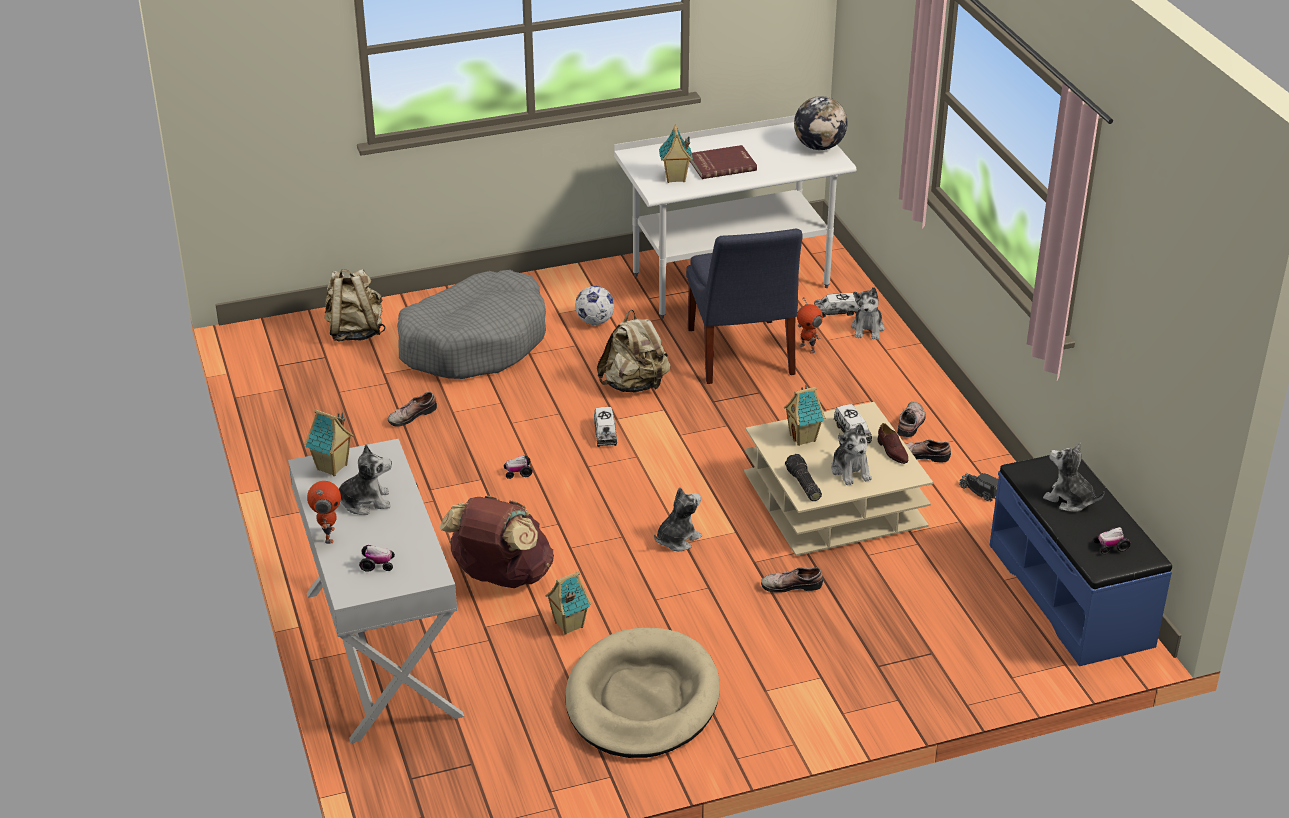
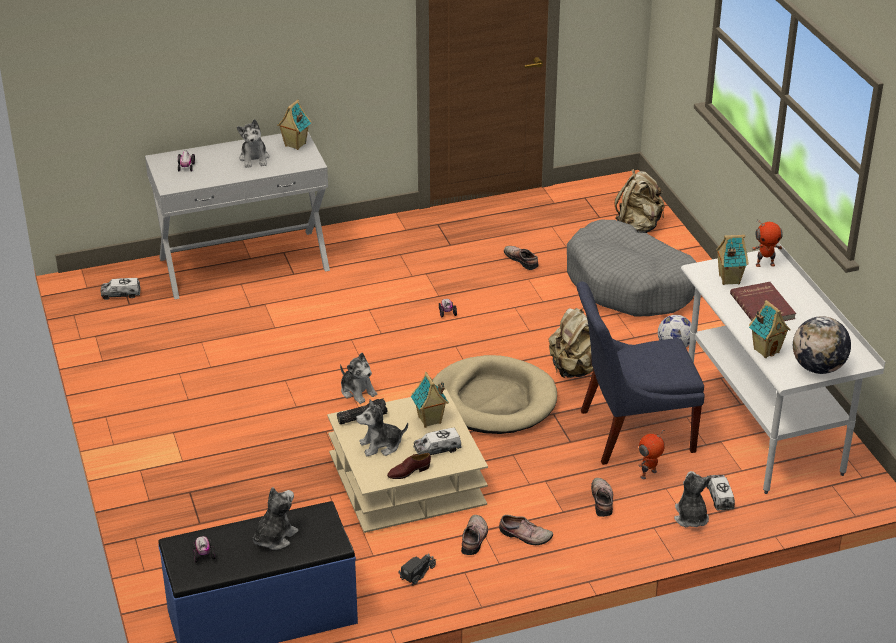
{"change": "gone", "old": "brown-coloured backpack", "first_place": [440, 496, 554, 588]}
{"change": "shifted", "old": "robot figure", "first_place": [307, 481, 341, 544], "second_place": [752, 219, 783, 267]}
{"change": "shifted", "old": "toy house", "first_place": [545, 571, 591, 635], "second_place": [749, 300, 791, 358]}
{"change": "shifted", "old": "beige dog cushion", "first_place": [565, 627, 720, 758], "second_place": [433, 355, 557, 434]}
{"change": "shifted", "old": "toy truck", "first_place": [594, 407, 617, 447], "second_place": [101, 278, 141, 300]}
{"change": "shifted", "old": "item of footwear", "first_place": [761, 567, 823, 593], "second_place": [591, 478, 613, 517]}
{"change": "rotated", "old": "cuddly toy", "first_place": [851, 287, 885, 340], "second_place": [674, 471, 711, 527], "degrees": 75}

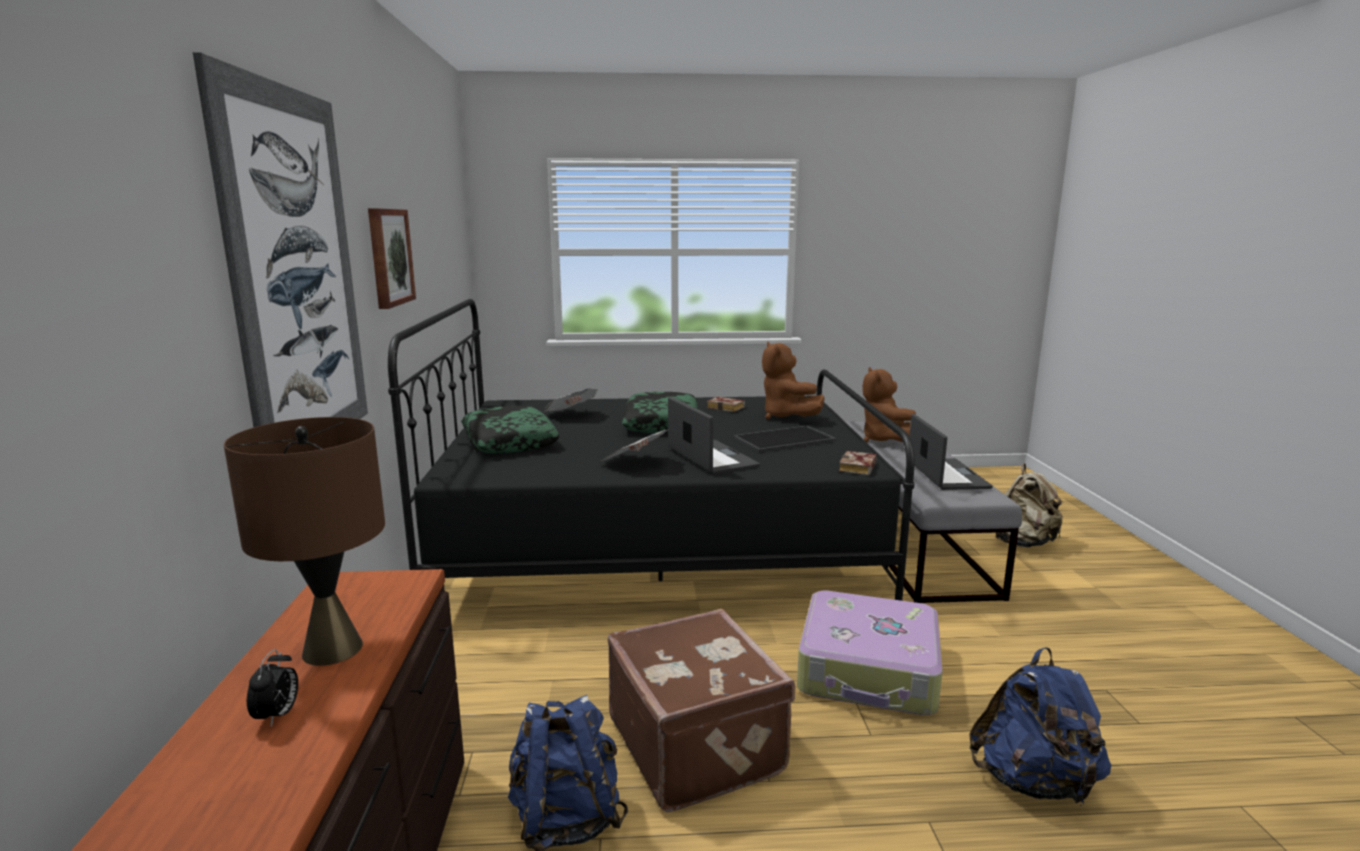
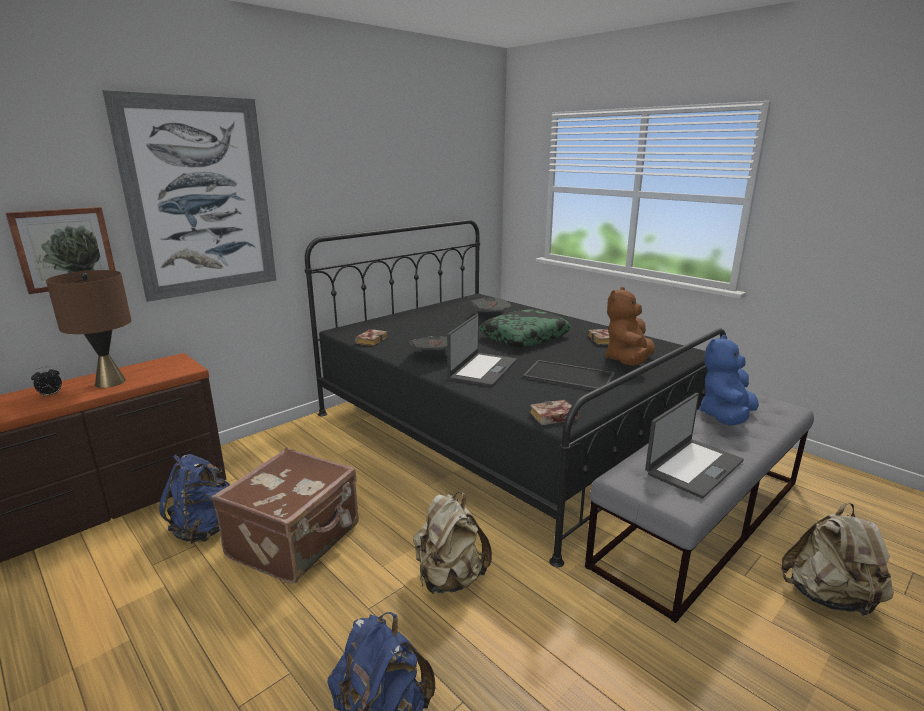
{"change": "gone", "old": "cushion", "first_place": [461, 406, 560, 453]}
{"change": "new", "new": "volume", "second_place": [355, 329, 388, 346]}
{"change": "shifted", "old": "picture", "first_place": [368, 208, 416, 309], "second_place": [6, 207, 116, 294]}
{"change": "swapped", "old": "travel case", "new": "beige backpack", "first_place": [797, 590, 943, 715], "second_place": [413, 492, 492, 594]}
{"change": "repainted", "old": "brown-coloured cuddly toy", "new": "blue cuddly toy", "first_place": [863, 367, 916, 443], "second_place": [699, 335, 759, 426]}

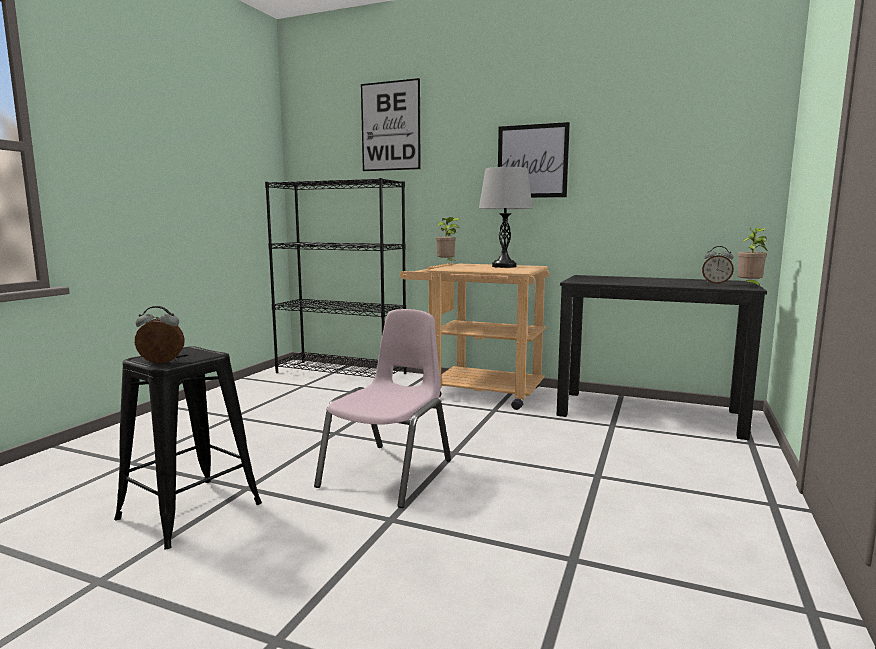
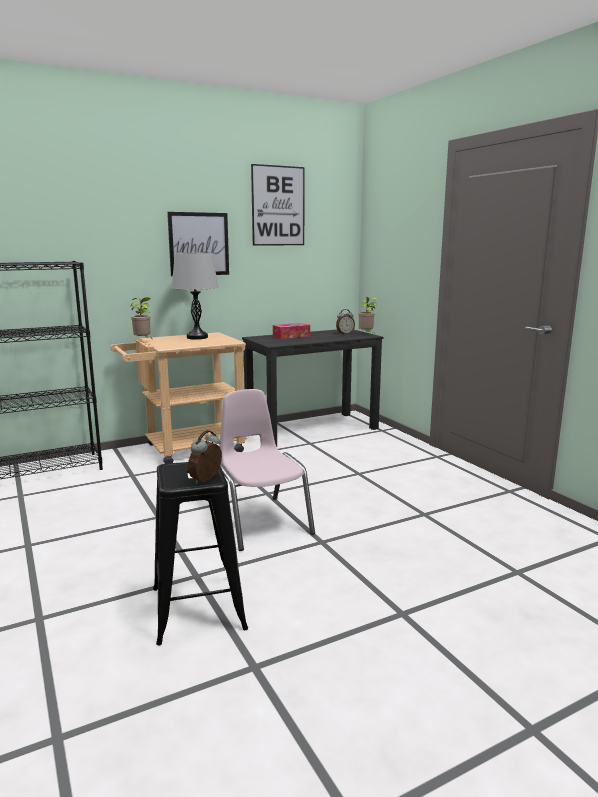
{"change": "new", "new": "box of tissues", "second_place": [273, 323, 310, 339]}
{"change": "shifted", "old": "picture", "first_place": [361, 78, 421, 171], "second_place": [251, 164, 305, 246]}

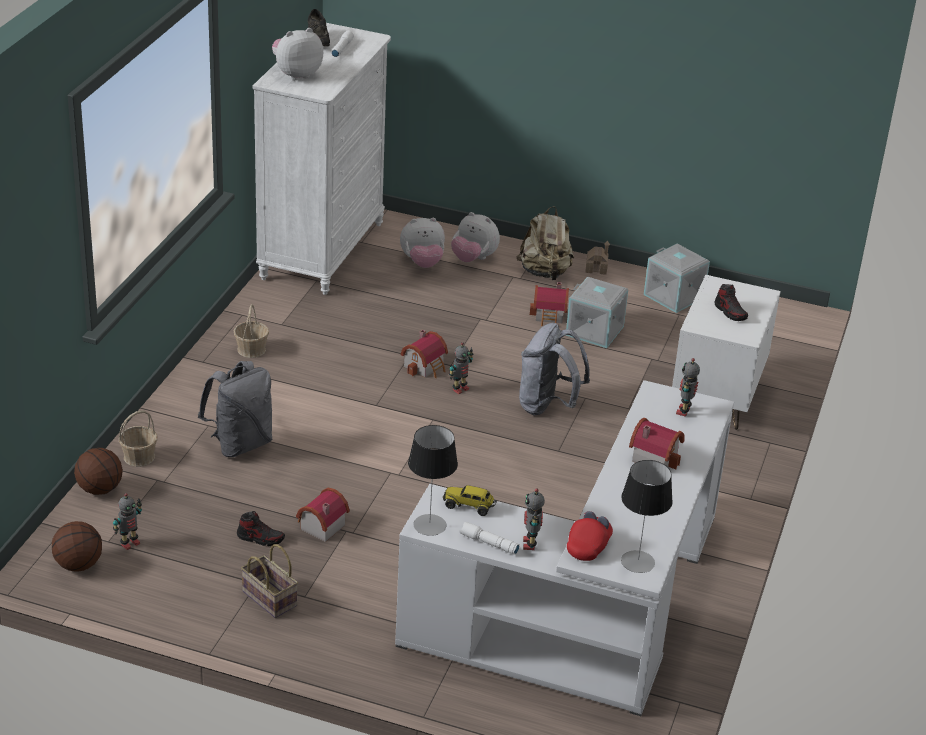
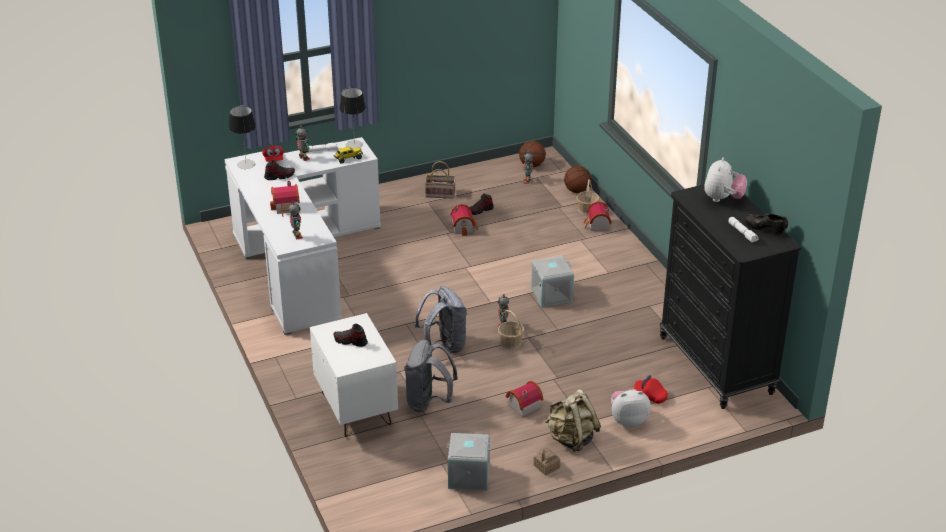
{"change": "new", "new": "item of footwear", "second_place": [264, 160, 295, 180]}
{"change": "shifted", "old": "gray backpack", "first_place": [198, 361, 272, 457], "second_place": [404, 340, 458, 412]}
{"change": "shifted", "old": "basket", "first_place": [234, 304, 269, 358], "second_place": [498, 310, 524, 349]}
{"change": "shifted", "old": "toy house", "first_place": [400, 329, 448, 378], "second_place": [583, 201, 612, 231]}
{"change": "shifted", "old": "gray storage box", "first_place": [566, 277, 628, 348], "second_place": [531, 256, 574, 307]}
{"change": "swapped", "old": "cuddly toy", "new": "red cap", "first_place": [400, 218, 445, 268], "second_place": [634, 375, 668, 404]}
{"change": "repainted", "old": "white chest of drawers", "new": "blackish chest of drawers", "first_place": [252, 23, 391, 295], "second_place": [660, 184, 801, 409]}

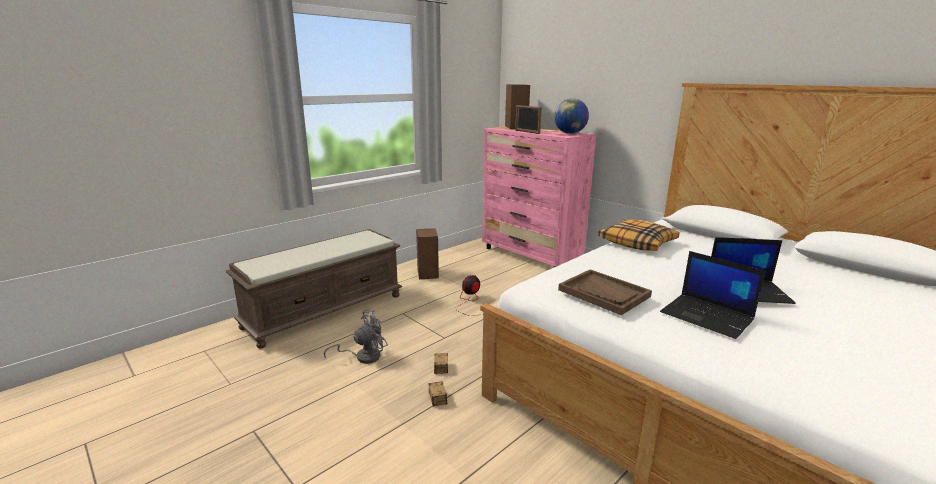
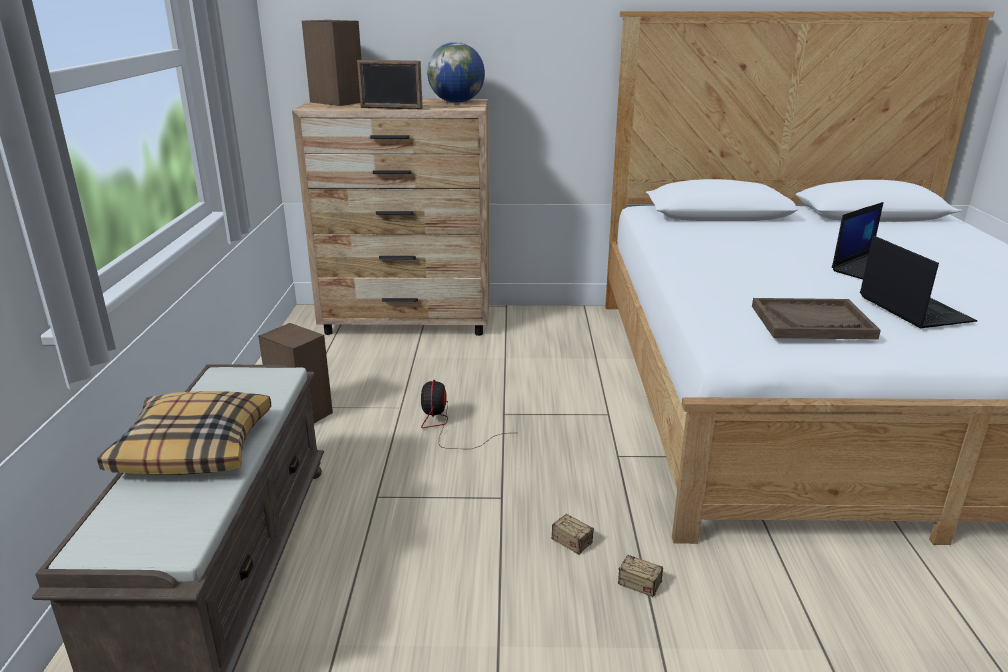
{"change": "gone", "old": "gray fan", "first_place": [324, 310, 388, 364]}
{"change": "shifted", "old": "cushion", "first_place": [598, 219, 679, 251], "second_place": [97, 391, 271, 475]}
{"change": "repainted", "old": "pink-coloured chest of drawers", "new": "brown-coloured chest of drawers", "first_place": [482, 126, 596, 267], "second_place": [292, 99, 490, 336]}
{"change": "rotated", "old": "portable computer", "first_place": [660, 251, 766, 339], "second_place": [860, 236, 977, 328], "degrees": -105}

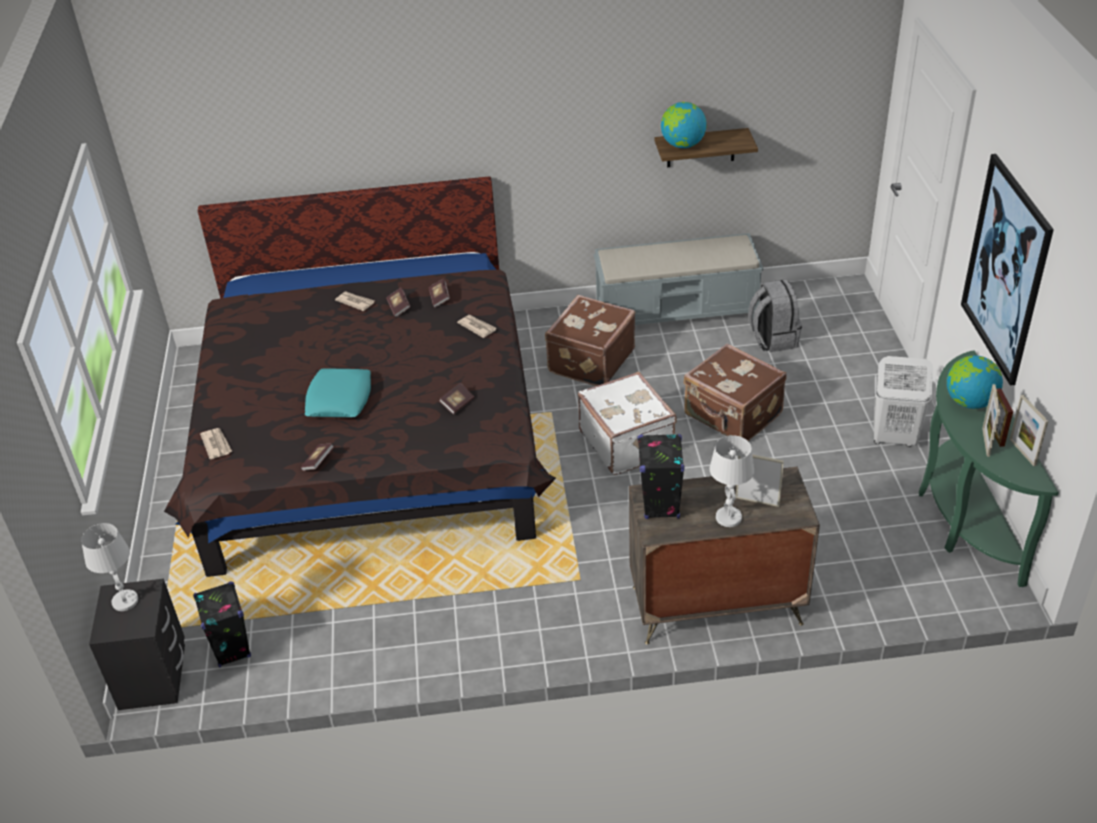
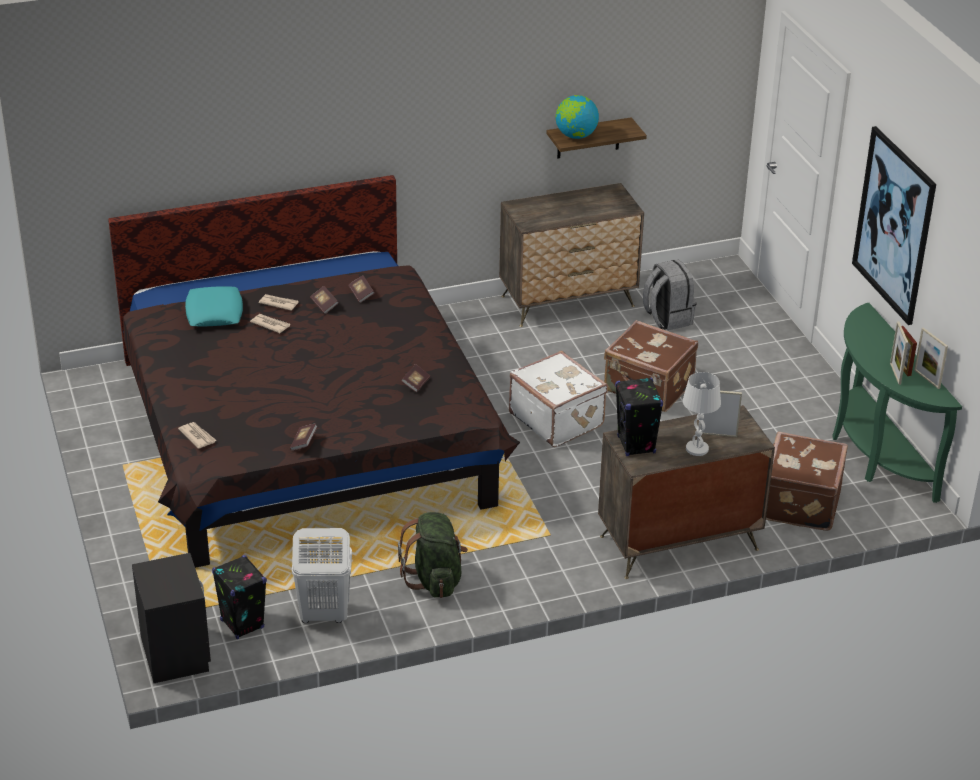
{"change": "gone", "old": "white lamp for a table", "first_place": [81, 523, 138, 611]}
{"change": "gone", "old": "globe", "first_place": [947, 355, 1003, 409]}
{"change": "new", "new": "green-coloured backpack", "second_place": [398, 512, 468, 598]}
{"change": "shifted", "old": "turquoise-coloured cushion", "first_place": [305, 368, 371, 417], "second_place": [185, 286, 243, 326]}
{"change": "shifted", "old": "printed paper", "first_place": [457, 315, 497, 338], "second_place": [250, 314, 290, 333]}
{"change": "shifted", "old": "brown-coloured travel case", "first_place": [545, 295, 635, 386], "second_place": [766, 432, 848, 531]}
{"change": "shifted", "old": "white hamper", "first_place": [874, 356, 933, 447], "second_place": [292, 528, 352, 623]}
{"change": "swapped", "old": "gray indoor bench", "new": "chest of drawers", "first_place": [594, 233, 763, 325], "second_place": [499, 183, 644, 327]}

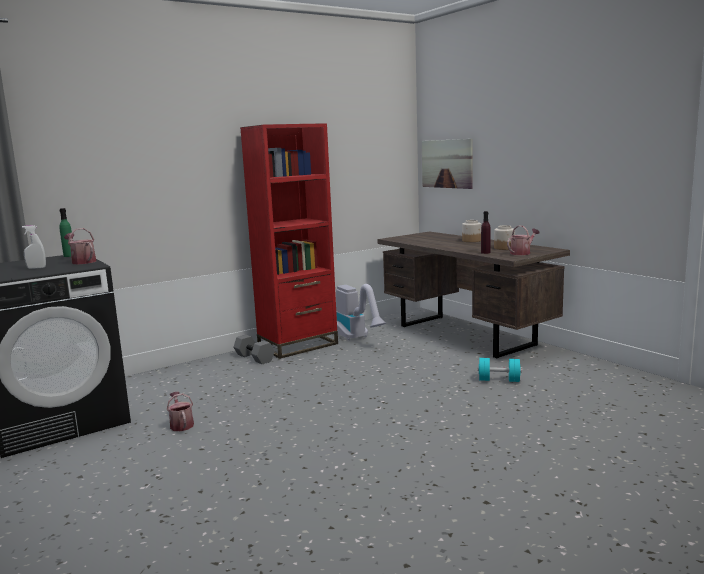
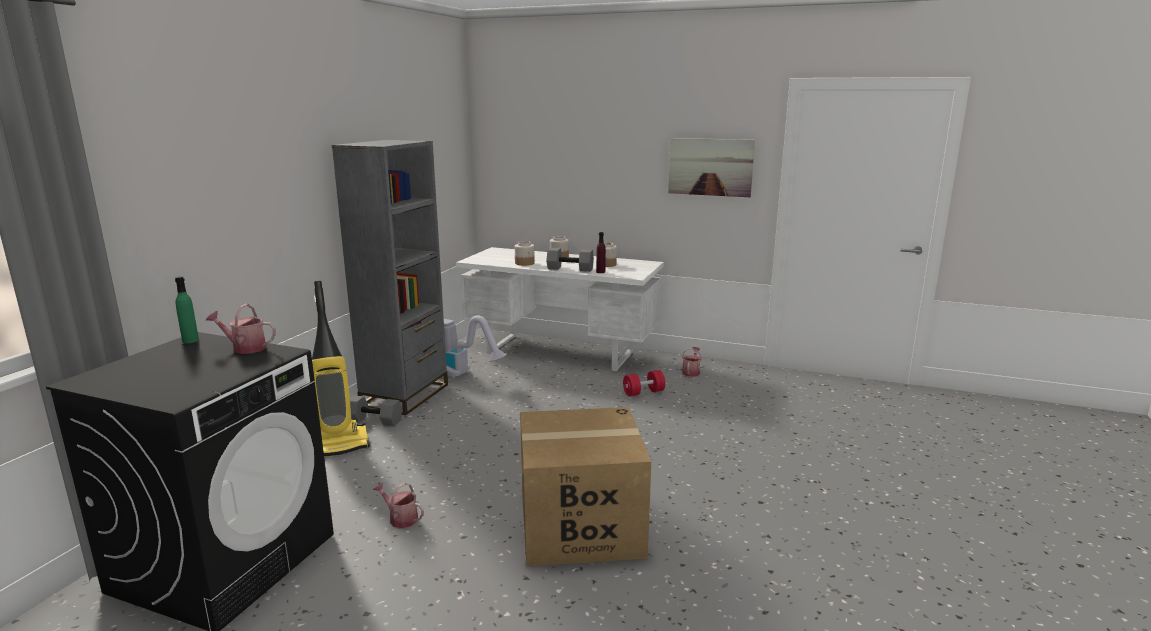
{"change": "gone", "old": "white sprayer", "first_place": [22, 225, 46, 269]}
{"change": "new", "new": "vacuum cleaner", "second_place": [312, 281, 370, 456]}
{"change": "new", "new": "storage jar", "second_place": [515, 241, 535, 266]}
{"change": "new", "new": "cardboard box", "second_place": [520, 407, 651, 567]}
{"change": "new", "new": "gray free weight", "second_place": [546, 248, 594, 272]}
{"change": "shifted", "old": "picture", "first_place": [422, 139, 473, 189], "second_place": [668, 138, 755, 197]}
{"change": "shifted", "old": "watering can", "first_place": [507, 225, 539, 255], "second_place": [682, 347, 702, 377]}
{"change": "repainted", "old": "red shelving unit", "new": "gray shelving unit", "first_place": [240, 123, 338, 359], "second_place": [332, 140, 448, 416]}
{"change": "repainted", "old": "brown-coloured desk table", "new": "white desk table", "first_place": [377, 232, 570, 358], "second_place": [456, 247, 664, 371]}
{"change": "repainted", "old": "turquoise-coloured free weight", "new": "red free weight", "first_place": [478, 358, 522, 382], "second_place": [623, 370, 665, 396]}

